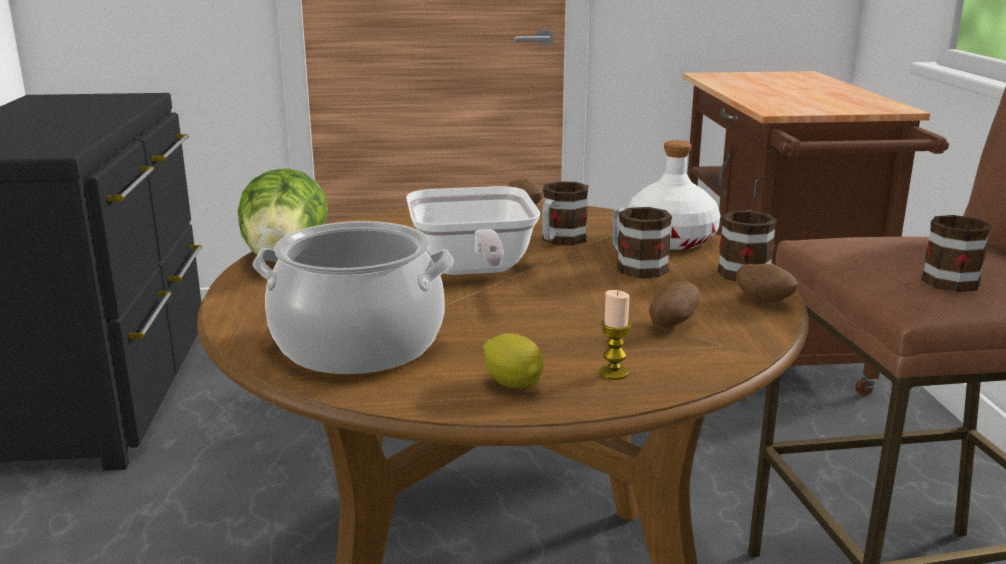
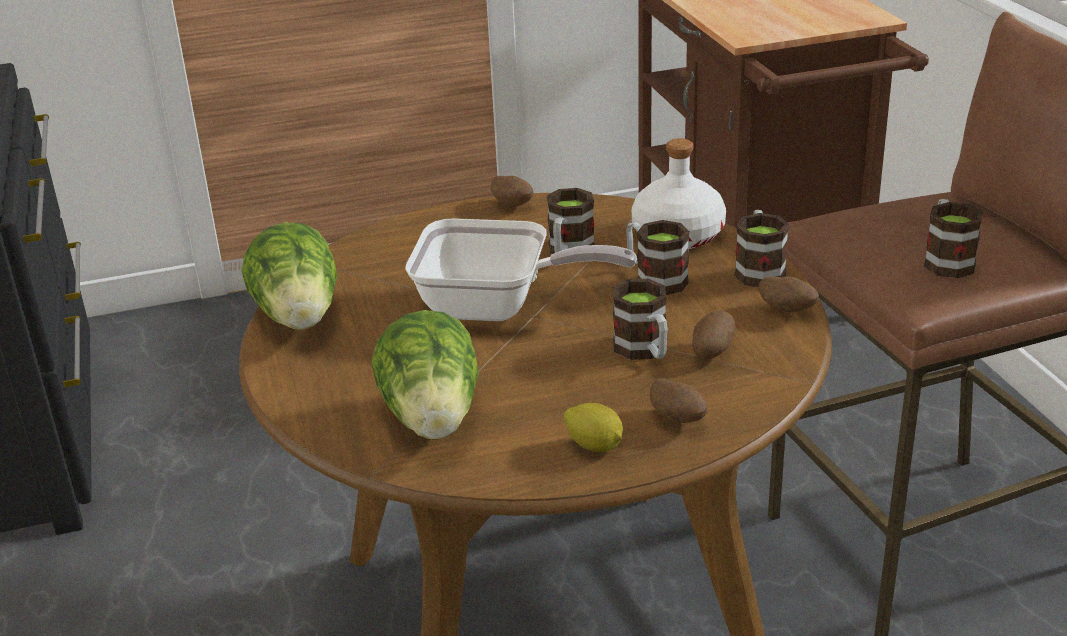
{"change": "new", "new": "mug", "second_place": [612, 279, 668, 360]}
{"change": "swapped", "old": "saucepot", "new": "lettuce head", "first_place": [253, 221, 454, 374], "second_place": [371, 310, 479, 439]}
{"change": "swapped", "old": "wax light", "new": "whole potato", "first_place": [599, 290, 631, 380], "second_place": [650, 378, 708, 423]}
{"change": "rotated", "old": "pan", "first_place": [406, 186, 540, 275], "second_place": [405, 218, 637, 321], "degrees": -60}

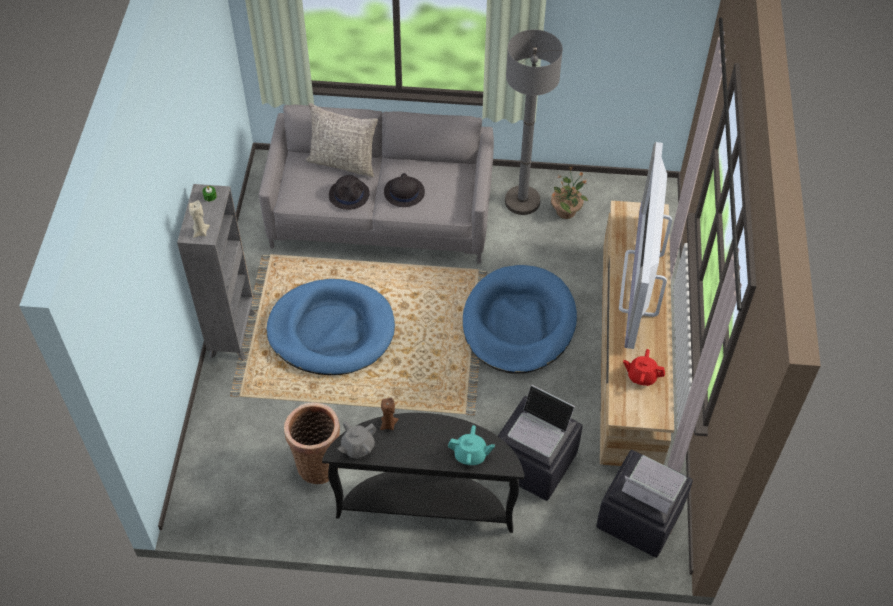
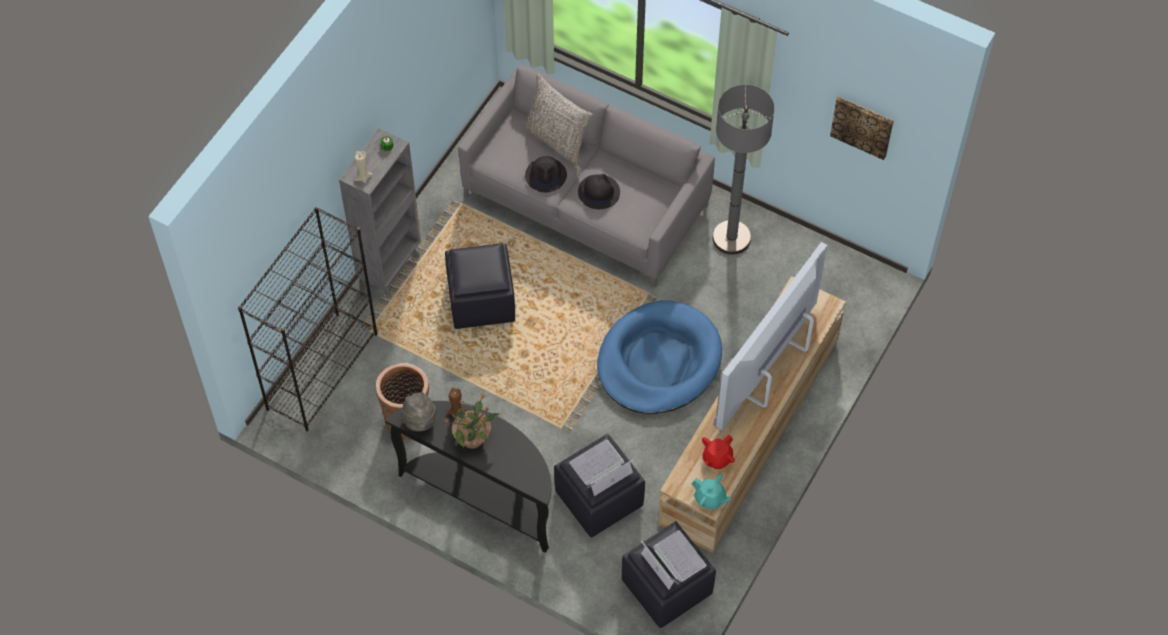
{"change": "new", "new": "blackish shelving unit", "second_place": [238, 207, 377, 431]}
{"change": "new", "new": "picture", "second_place": [830, 96, 894, 160]}
{"change": "shifted", "old": "turquoise-coloured tea pot", "first_place": [448, 425, 495, 465], "second_place": [692, 474, 731, 509]}
{"change": "shifted", "old": "potted plant", "first_place": [551, 166, 588, 219], "second_place": [444, 392, 500, 449]}
{"change": "swapped", "old": "blue dog cushion", "new": "blackish footrest", "first_place": [266, 279, 395, 375], "second_place": [445, 243, 515, 329]}
{"change": "swapped", "old": "gray tea pot", "new": "gray hat", "first_place": [338, 421, 377, 459], "second_place": [401, 392, 437, 431]}
{"change": "rotated", "old": "portable computer", "first_place": [508, 385, 575, 457], "second_place": [569, 440, 635, 496], "degrees": 90}
{"change": "rotated", "old": "red tea pot", "first_place": [623, 349, 665, 386], "second_place": [702, 435, 735, 469], "degrees": -90}

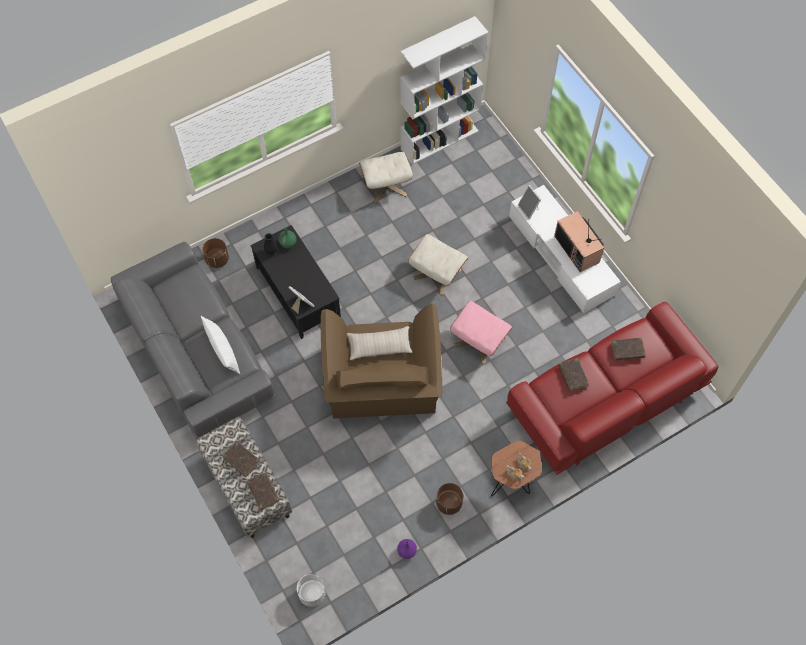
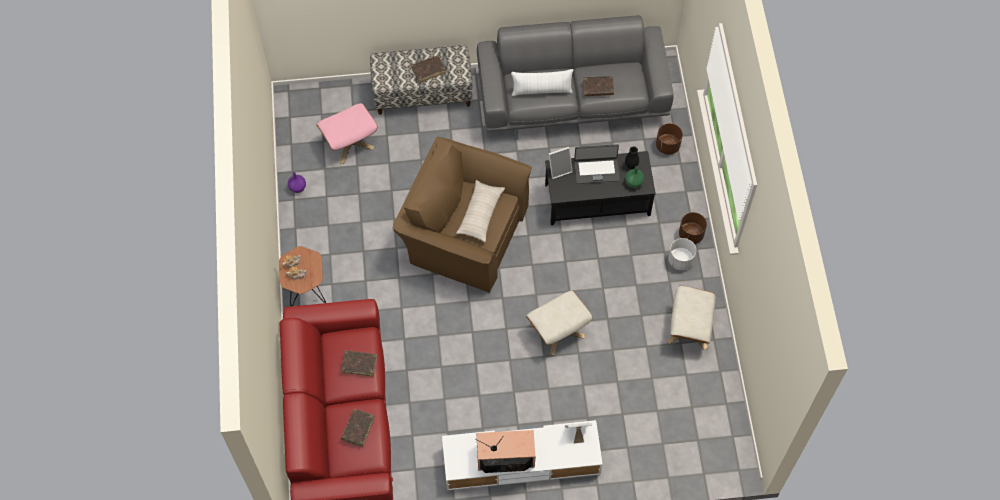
{"change": "gone", "old": "white shelving unit", "first_place": [400, 16, 488, 165]}
{"change": "new", "new": "portable computer", "second_place": [574, 144, 620, 184]}
{"change": "shifted", "old": "brown-coloured volume", "first_place": [247, 472, 280, 511], "second_place": [583, 76, 614, 96]}
{"change": "shifted", "old": "white plant pot", "first_place": [297, 574, 326, 607], "second_place": [668, 238, 696, 270]}
{"change": "shifted", "old": "brown-coloured plant pot", "first_place": [436, 483, 463, 515], "second_place": [679, 212, 707, 244]}
{"change": "shifted", "old": "pink-coloured footrest", "first_place": [450, 301, 512, 364], "second_place": [317, 103, 378, 164]}

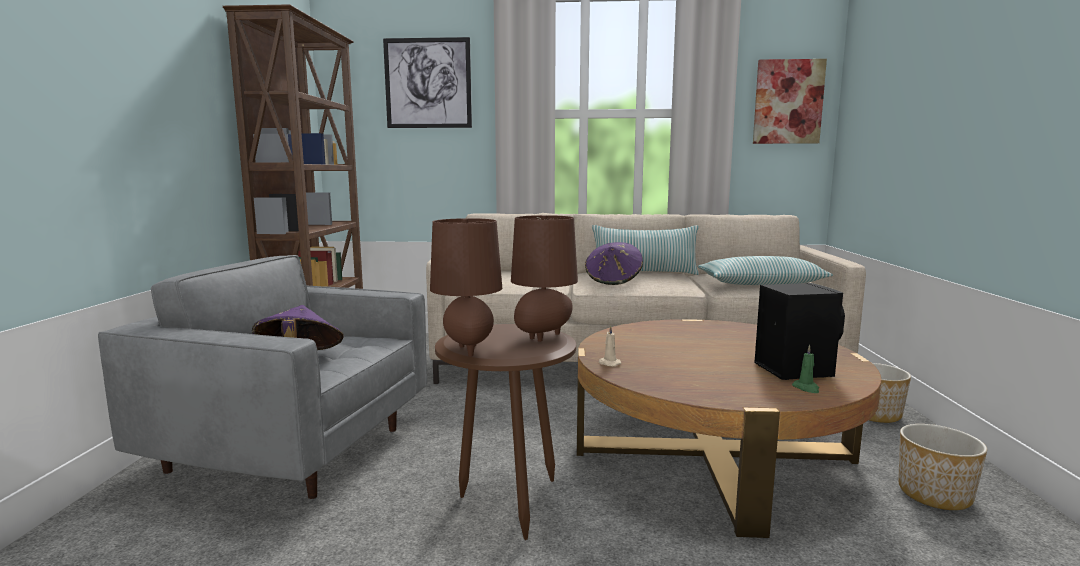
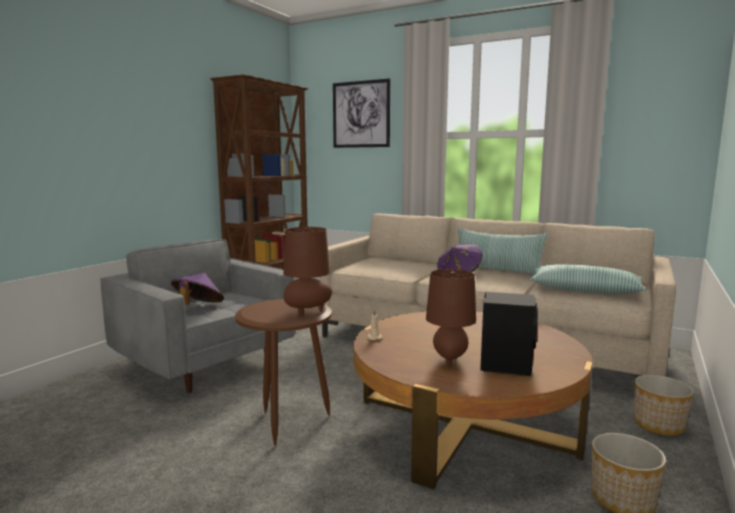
{"change": "gone", "old": "picture", "first_place": [753, 59, 827, 144]}
{"change": "gone", "old": "green-coloured wax light", "first_place": [792, 345, 819, 393]}
{"change": "shifted", "old": "brown-coloured lamp for a table", "first_place": [430, 218, 502, 357], "second_place": [426, 269, 476, 367]}

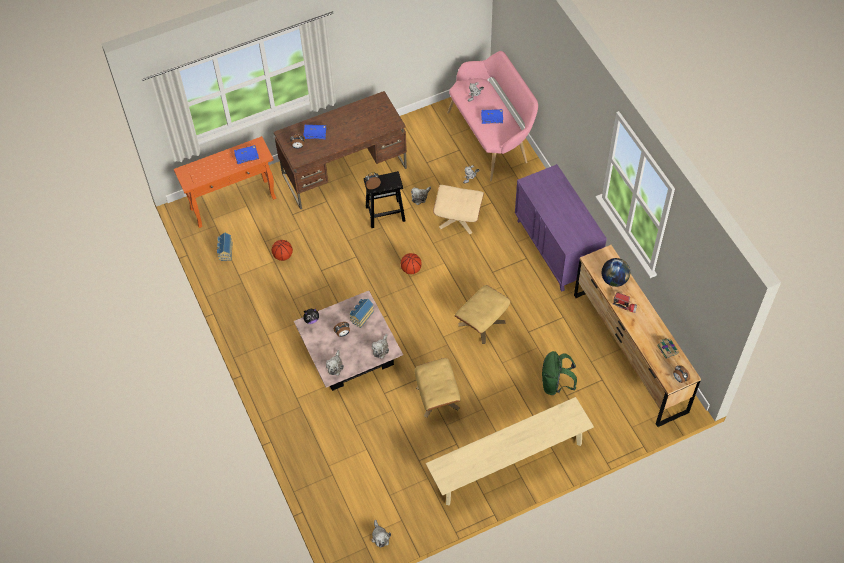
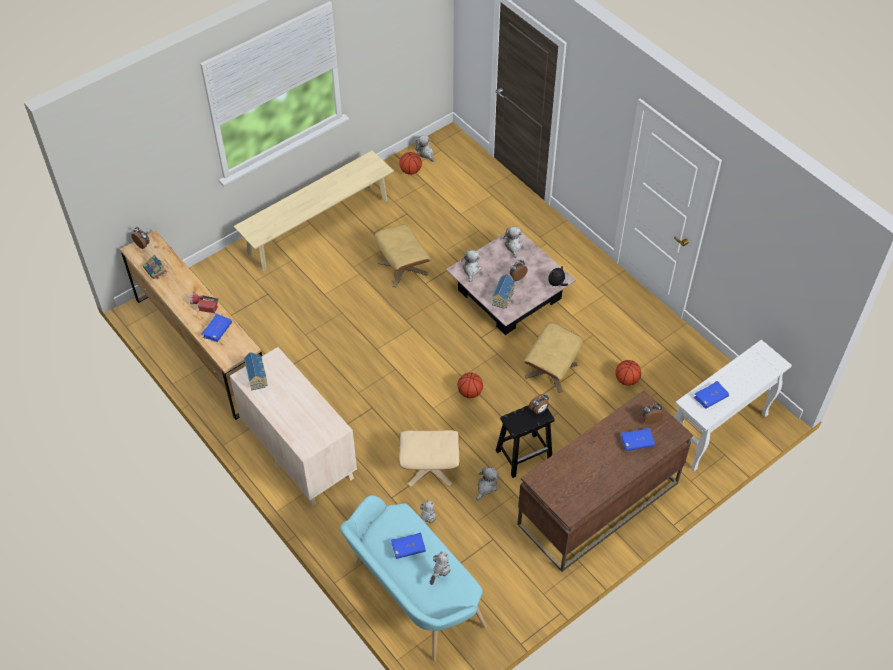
{"change": "gone", "old": "green-coloured backpack", "first_place": [542, 351, 577, 395]}
{"change": "new", "new": "basketball", "second_place": [399, 152, 422, 175]}
{"change": "shifted", "old": "toy house", "first_place": [217, 233, 233, 261], "second_place": [244, 352, 268, 391]}
{"change": "shifted", "old": "beige footrest", "first_place": [455, 285, 510, 344], "second_place": [524, 322, 583, 393]}
{"change": "swapped", "old": "globe", "new": "blue volume", "first_place": [602, 258, 630, 287], "second_place": [201, 314, 232, 342]}
{"change": "repainted", "old": "orangey hall table", "new": "white hall table", "first_place": [174, 136, 276, 228], "second_place": [674, 340, 792, 471]}
{"change": "repainted", "old": "pink-coloured indoor bench", "new": "turquoise-coloured indoor bench", "first_place": [447, 51, 538, 181], "second_place": [340, 495, 487, 661]}
{"change": "repainted", "old": "purple chest of drawers", "new": "beige chest of drawers", "first_place": [515, 164, 607, 292], "second_place": [230, 347, 357, 506]}

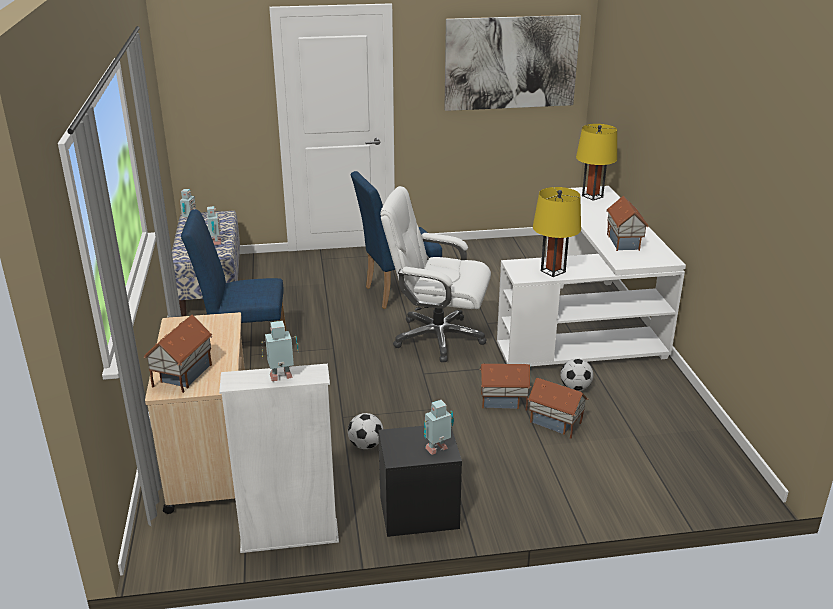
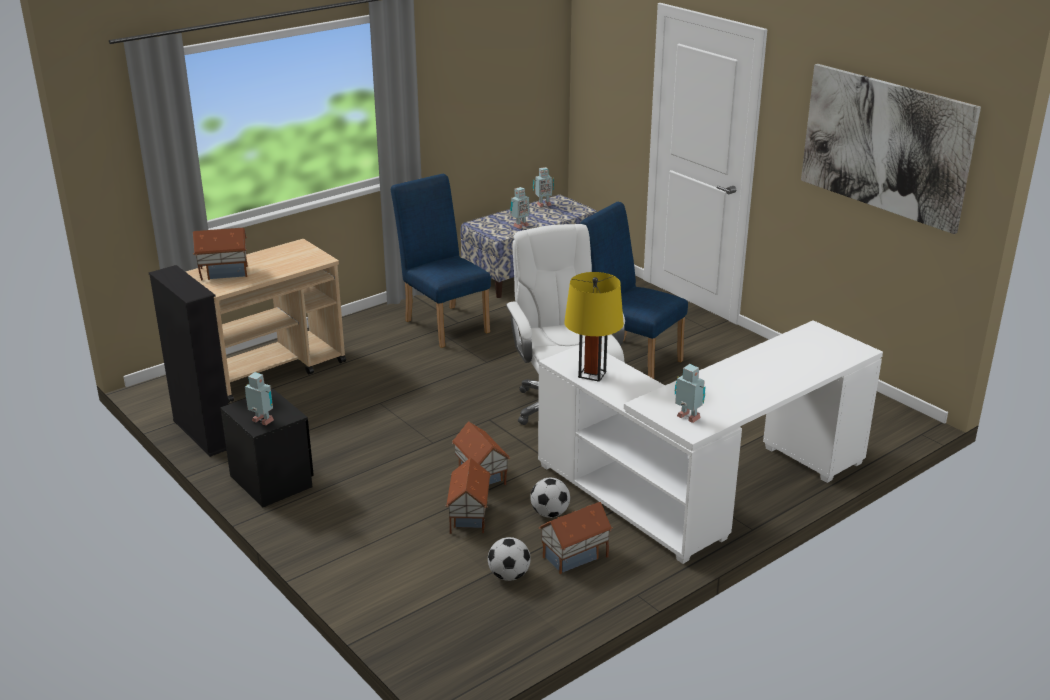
{"change": "gone", "old": "yellow lamp for a table", "first_place": [576, 124, 617, 201]}
{"change": "shifted", "old": "robot figure", "first_place": [262, 321, 298, 381], "second_place": [675, 364, 706, 423]}
{"change": "shifted", "old": "football ball", "first_place": [348, 413, 383, 449], "second_place": [488, 537, 531, 581]}
{"change": "shifted", "old": "toy house", "first_place": [606, 195, 649, 251], "second_place": [539, 502, 613, 574]}
{"change": "repainted", "old": "white shelving unit", "new": "blackish shelving unit", "first_place": [219, 364, 339, 553], "second_place": [149, 265, 229, 457]}

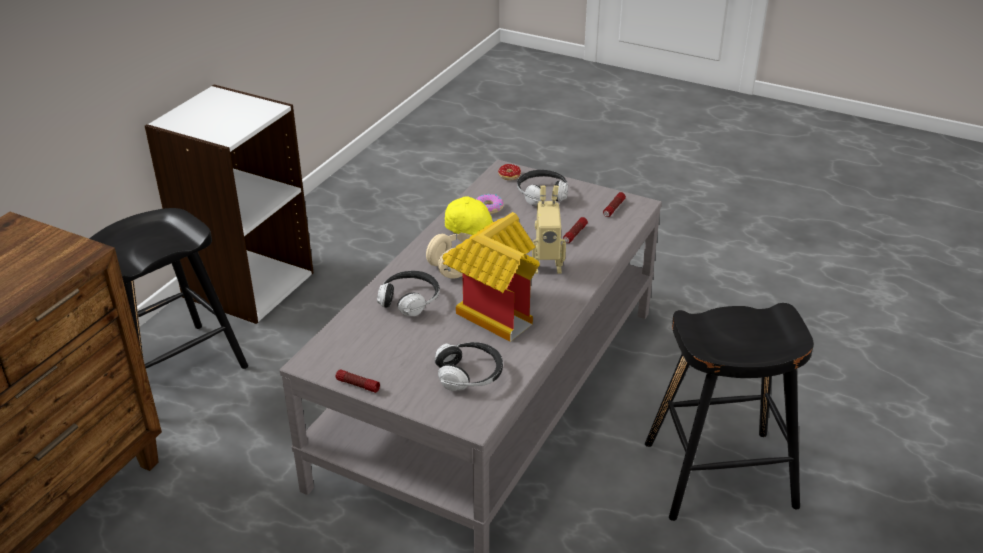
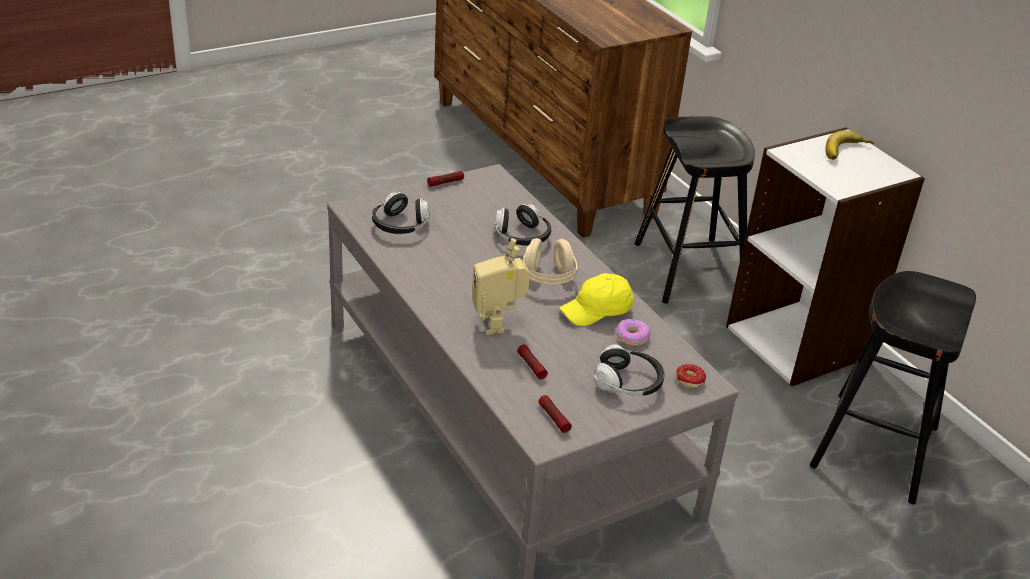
{"change": "gone", "old": "toy house", "first_place": [443, 212, 540, 342]}
{"change": "new", "new": "whole banana", "second_place": [825, 130, 874, 160]}
{"change": "shifted", "old": "blackish sitting stool", "first_place": [645, 303, 814, 521], "second_place": [810, 271, 976, 504]}
{"change": "rotated", "old": "robot figure", "first_place": [532, 185, 566, 274], "second_place": [472, 238, 530, 335], "degrees": -45}

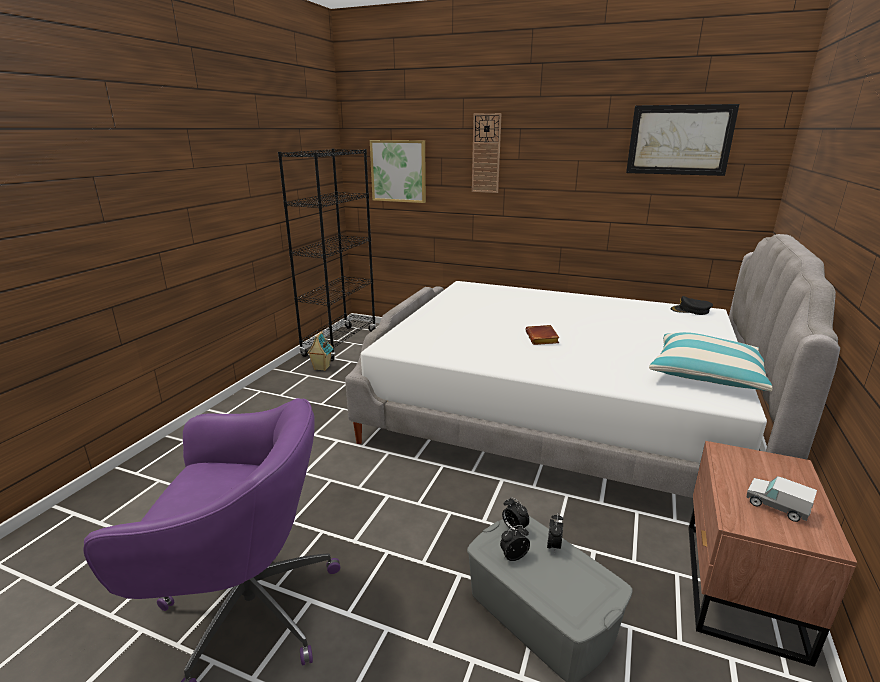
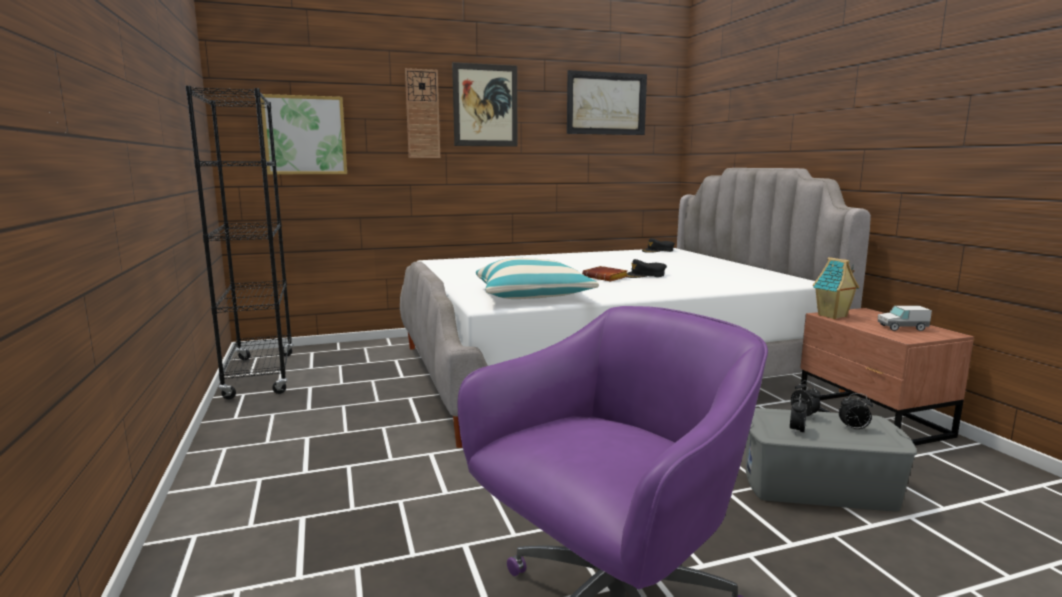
{"change": "new", "new": "picture", "second_place": [452, 62, 518, 147]}
{"change": "new", "new": "blackish cap", "second_place": [627, 259, 667, 278]}
{"change": "shifted", "old": "toy house", "first_place": [307, 331, 333, 371], "second_place": [813, 257, 859, 319]}
{"change": "shifted", "old": "bedside clock", "first_place": [502, 497, 529, 530], "second_place": [839, 393, 873, 429]}
{"change": "shifted", "old": "cushion", "first_place": [649, 332, 772, 392], "second_place": [476, 258, 599, 299]}

